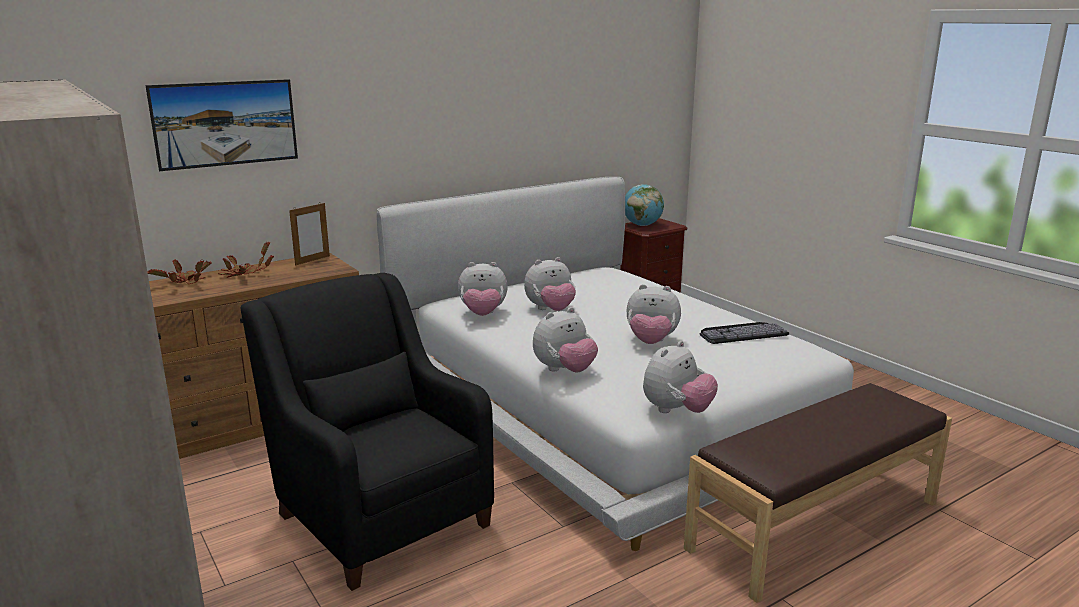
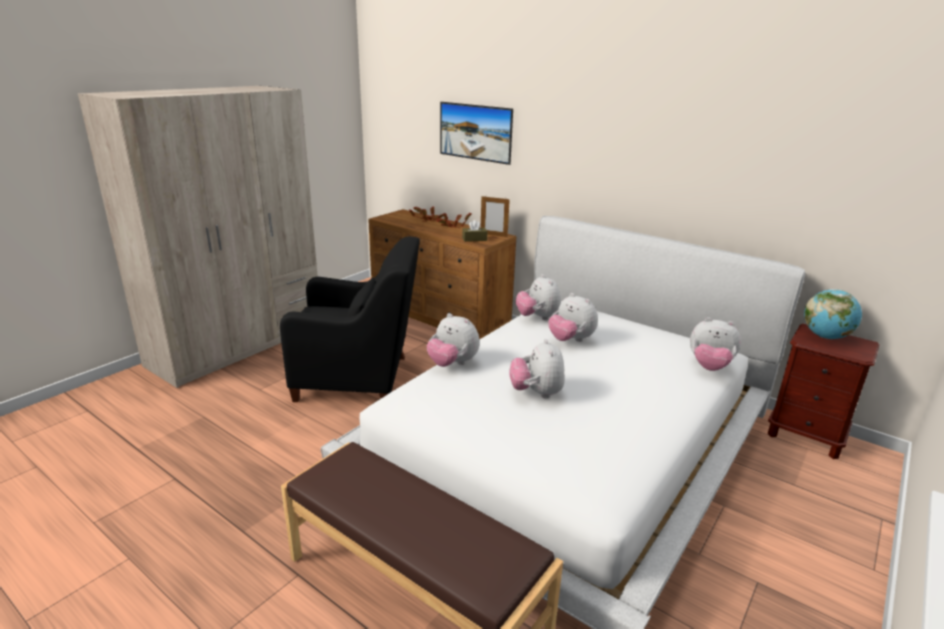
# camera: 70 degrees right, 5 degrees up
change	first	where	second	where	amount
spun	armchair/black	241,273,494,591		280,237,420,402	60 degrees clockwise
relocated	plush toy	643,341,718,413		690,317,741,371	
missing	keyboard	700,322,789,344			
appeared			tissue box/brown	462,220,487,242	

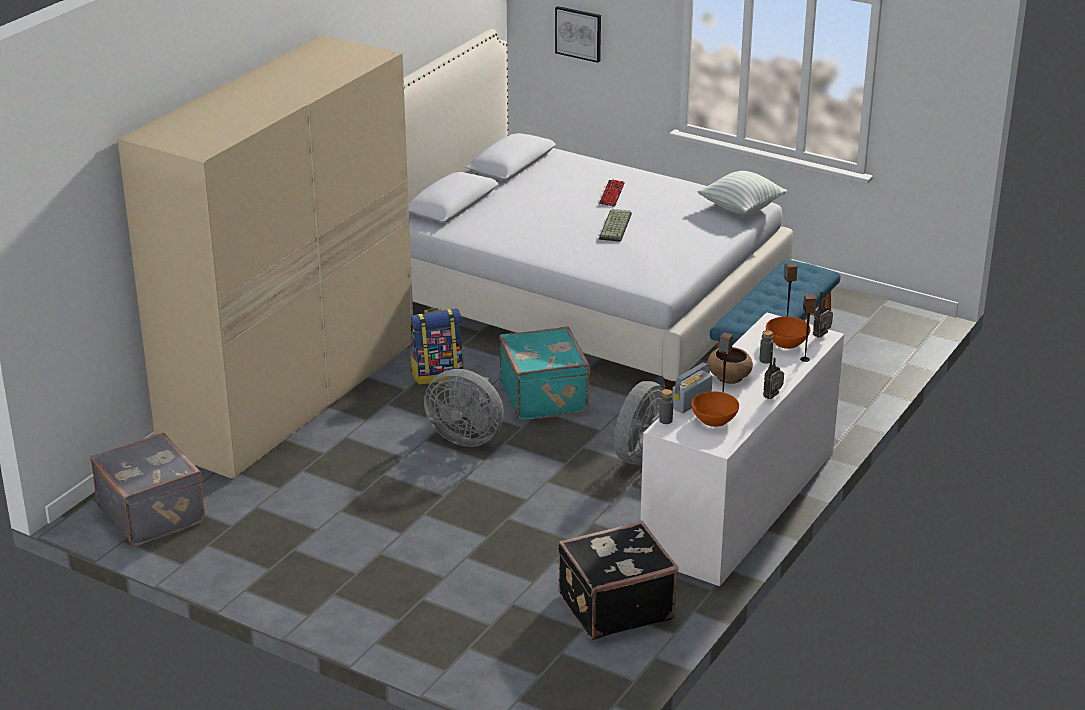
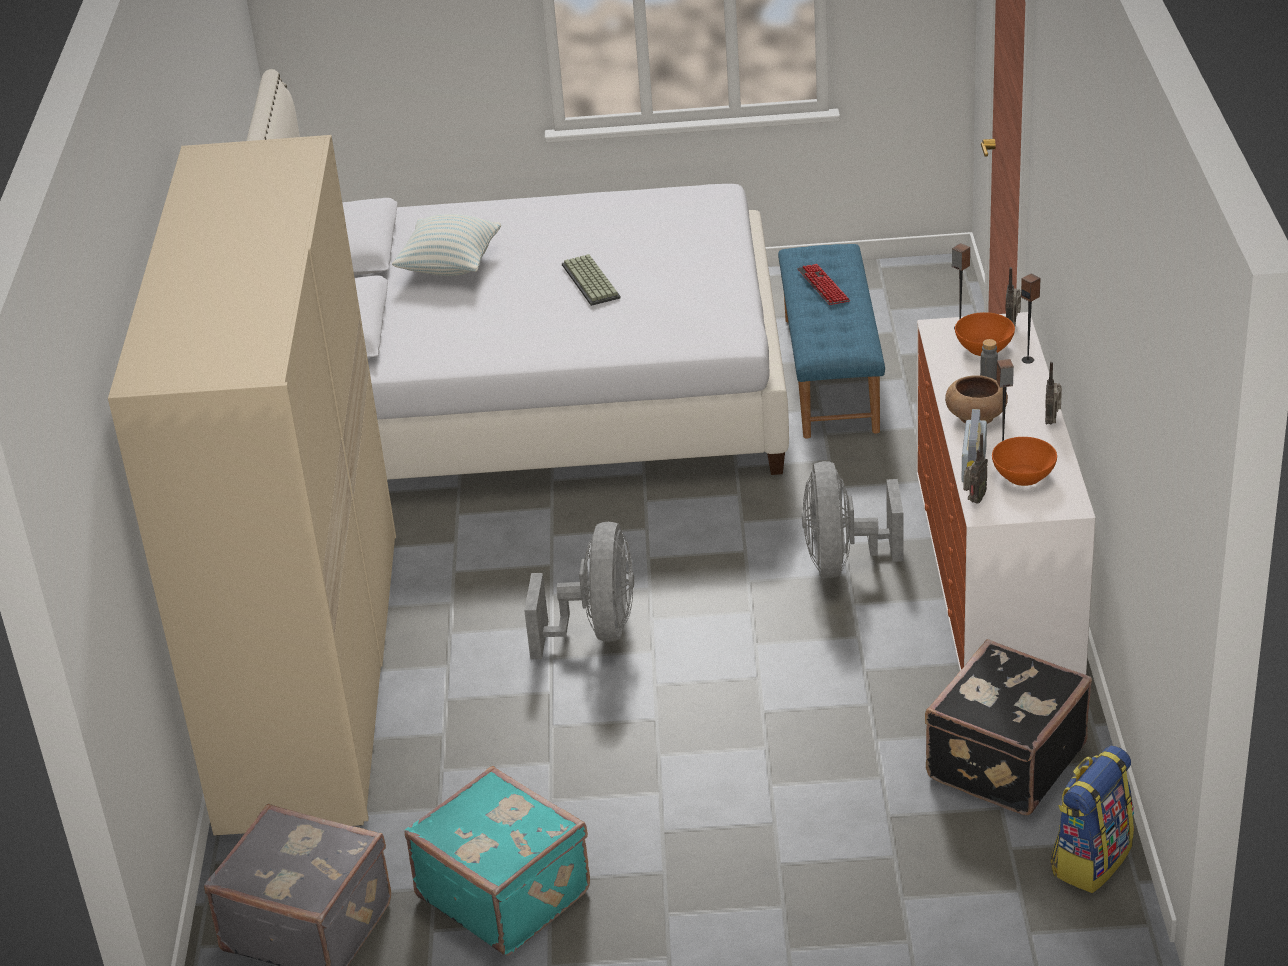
# camera: 30 degrees left, 5 degrees up
change	first	where	second	where	amount
relocated	backpack	410,308,463,385		1051,745,1134,893	
spun	fan/grey	424,369,504,447		524,522,634,659	75 degrees counterclockwise
relocated	suitcase/turquoise	499,326,590,420		404,766,590,956	
missing	picture	555,6,601,63			
relocated	keyboard	599,179,625,207		797,264,850,305	
exchanged	bottle/grey	659,389,673,424	radio	963,433,988,503	
relocated	pillow	697,171,787,215		392,214,501,276	

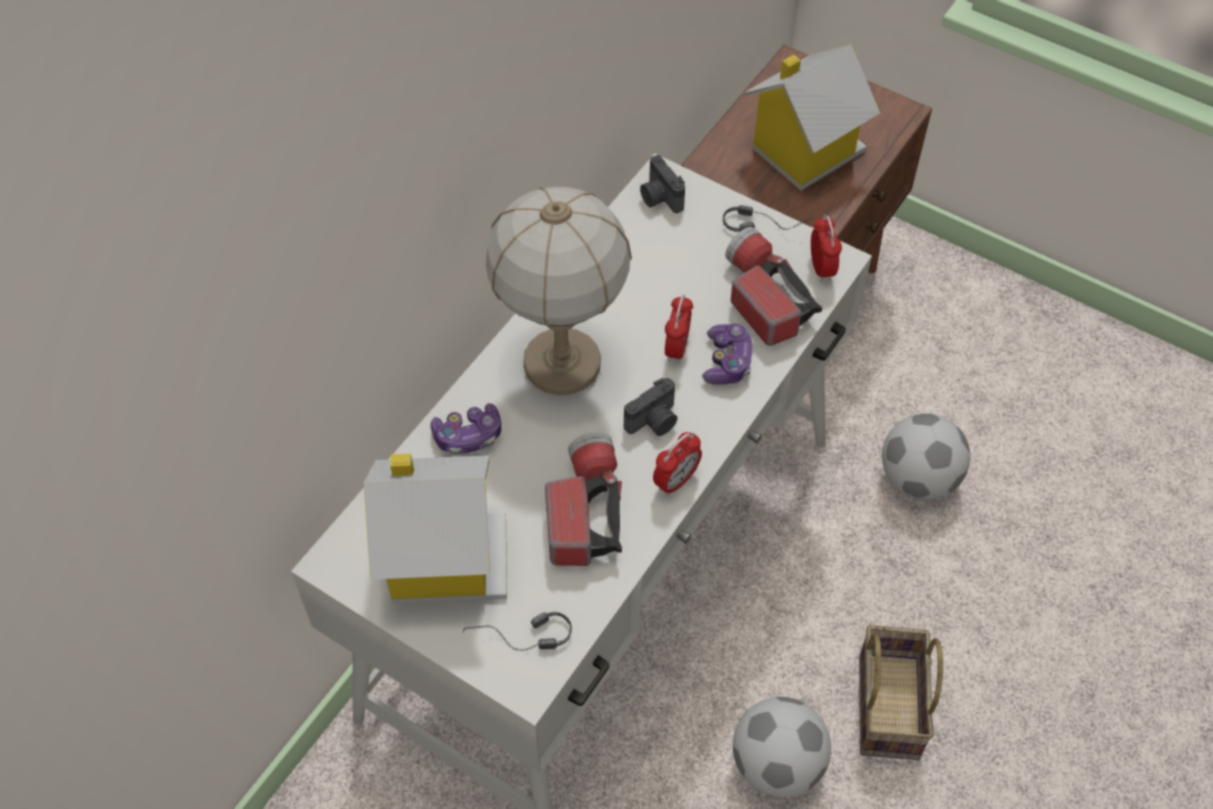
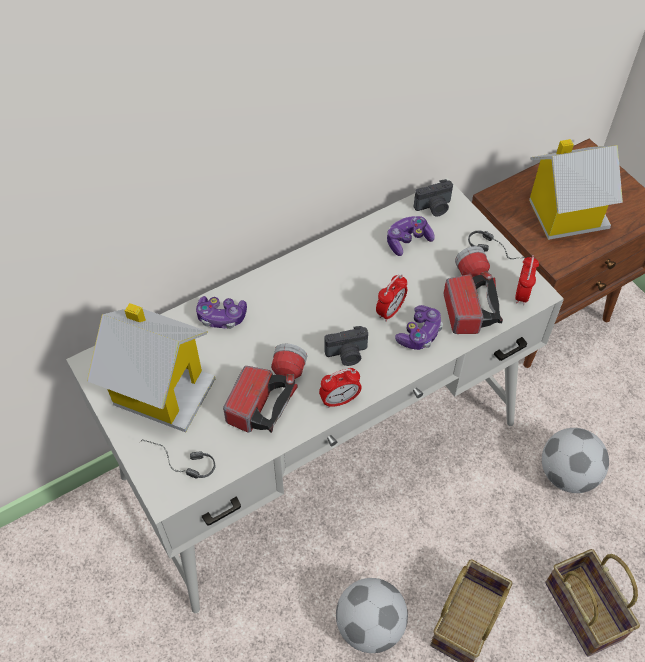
# camera: 25 degrees right, 0 degrees up
change	first	where	second	where	amount
missing	table lamp	486,187,632,395			
spun	photo camera	640,155,685,213		414,179,453,216	105 degrees counterclockwise
appeared			game controller	387,216,435,256	
appeared			basket	545,549,640,656	

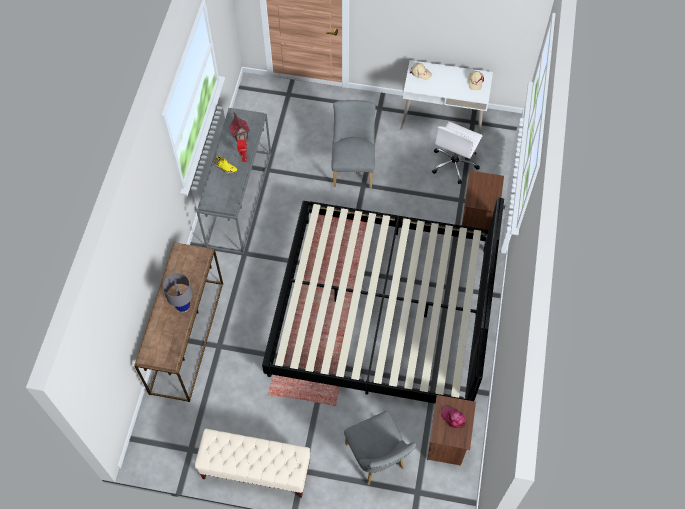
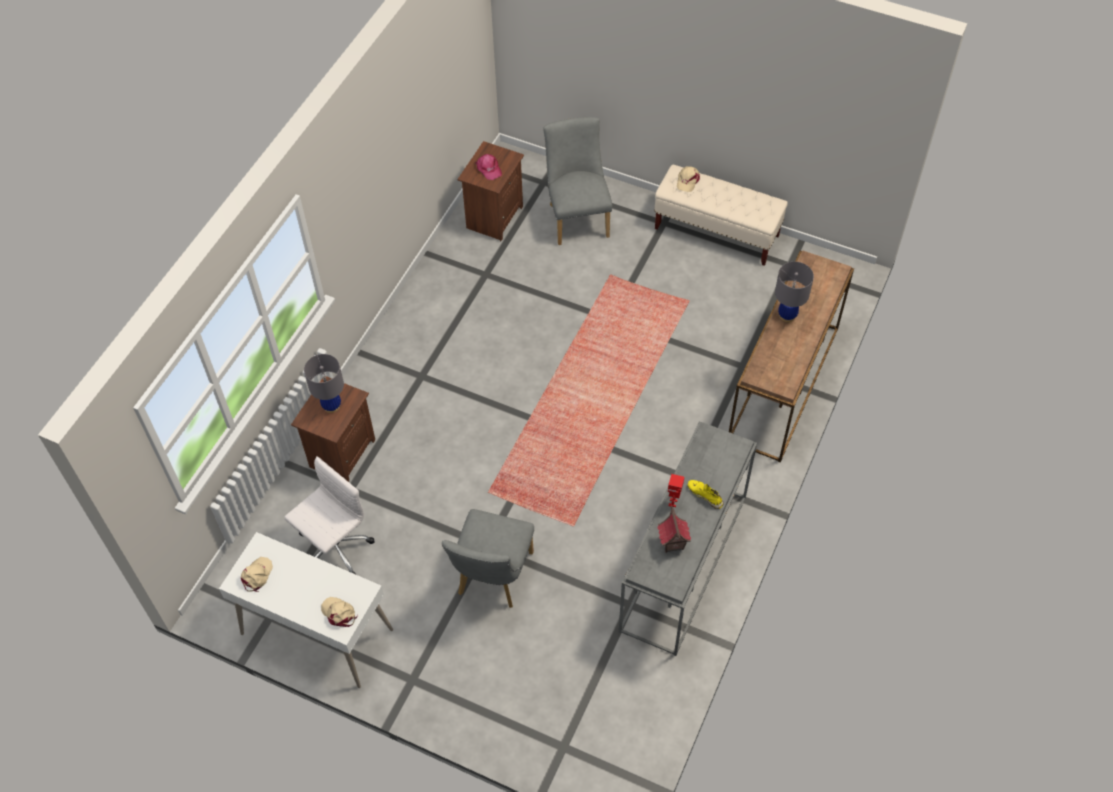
# camera: 165 degrees left, 5 degrees down
change	first	where	second	where	amount
missing	bed	262,198,504,403			
appeared			table lamp/grey	304,354,344,413	
appeared			cap/beige	677,166,700,192	

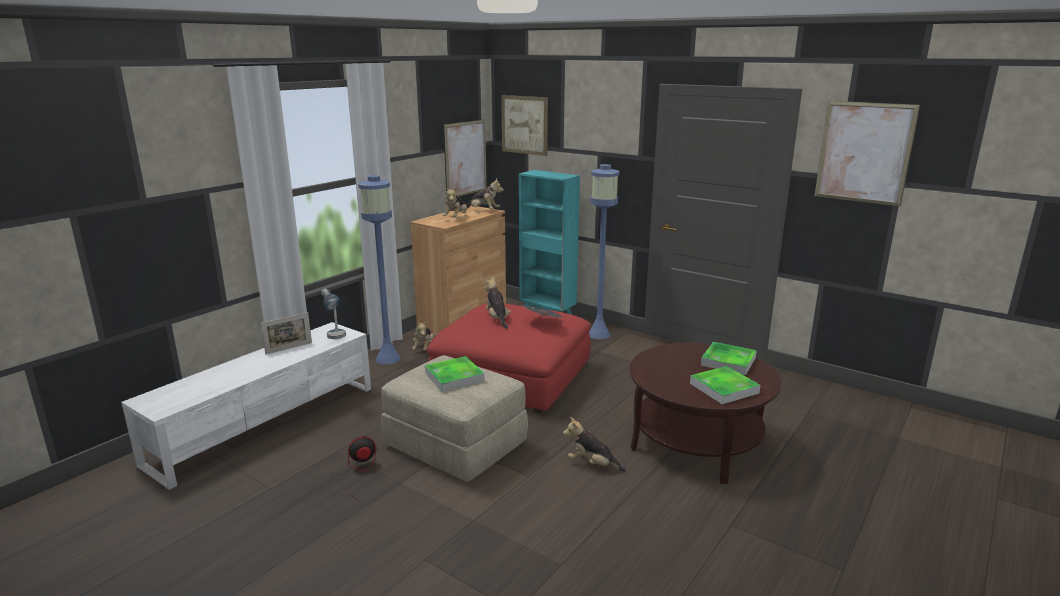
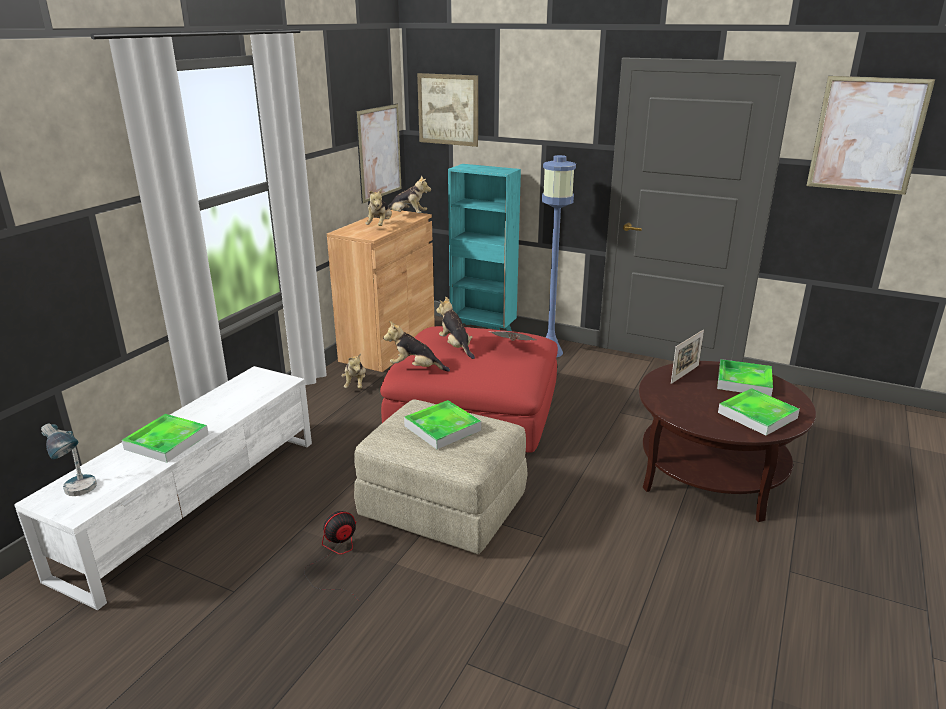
# camera: 10 degrees left, 5 degrees up
change	first	where	second	where	amount
relocated	picture frame	261,312,312,354		671,330,704,384	
relocated	table lamp	321,288,346,339		41,424,97,496	
missing	floor lamp/blue	358,175,401,365			
relocated	plush toy	563,417,626,472		383,321,450,372	
appeared			tray	122,414,209,463	

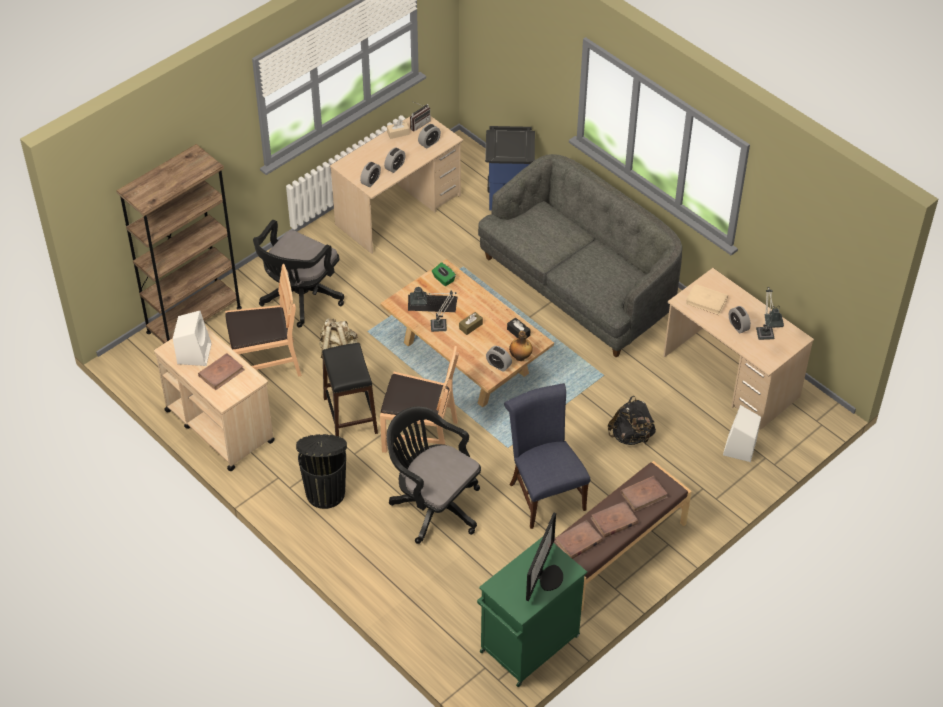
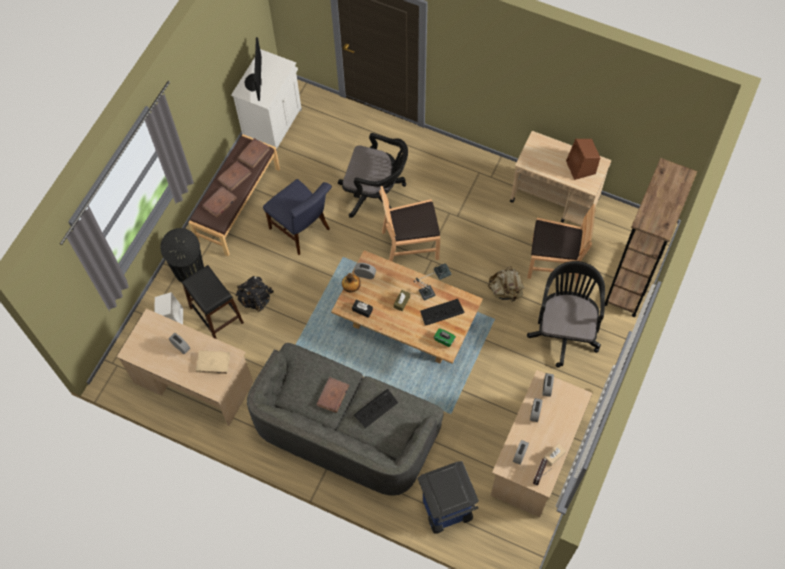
# camera: 160 degrees right, 15 degrees up
change	first	where	second	where	amount
colour	speaker/white	173,311,212,366	speaker/brown	566,139,600,180	
relocated	book/brown	198,353,245,390		316,377,349,413	
spun	chair/brown	225,264,302,376		527,204,596,283	135 degrees counterclockwise
relocated	trash can/black	296,434,347,509		160,228,204,283	
relocated	stool/black	322,343,378,436		182,265,244,339	
colour	cabinet/green	477,537,587,687	cabinet/white	231,49,302,150	
missing	table lamp	756,287,784,340			
appeared			keyboard	354,389,398,428	

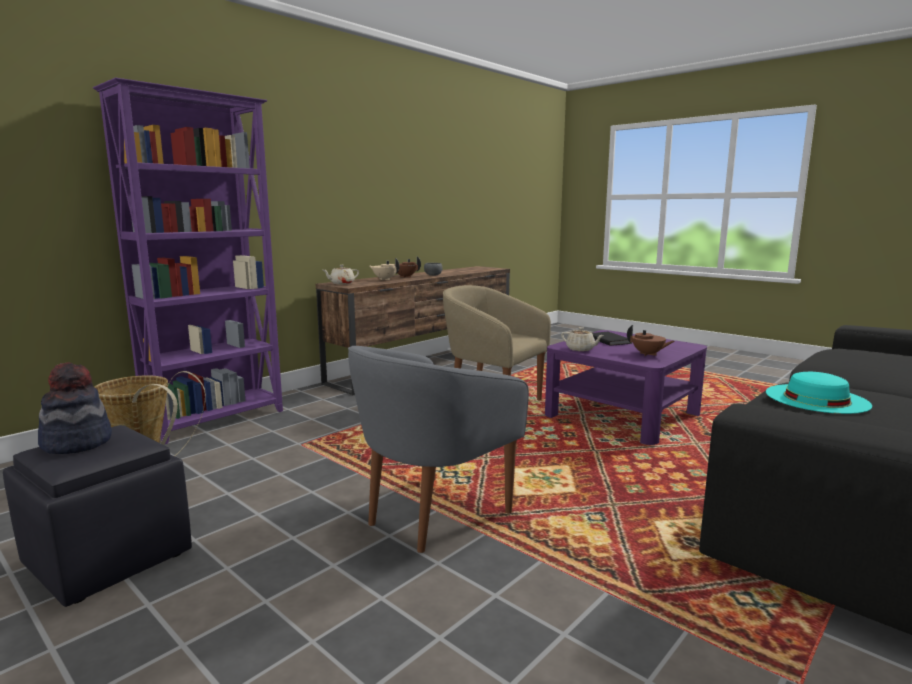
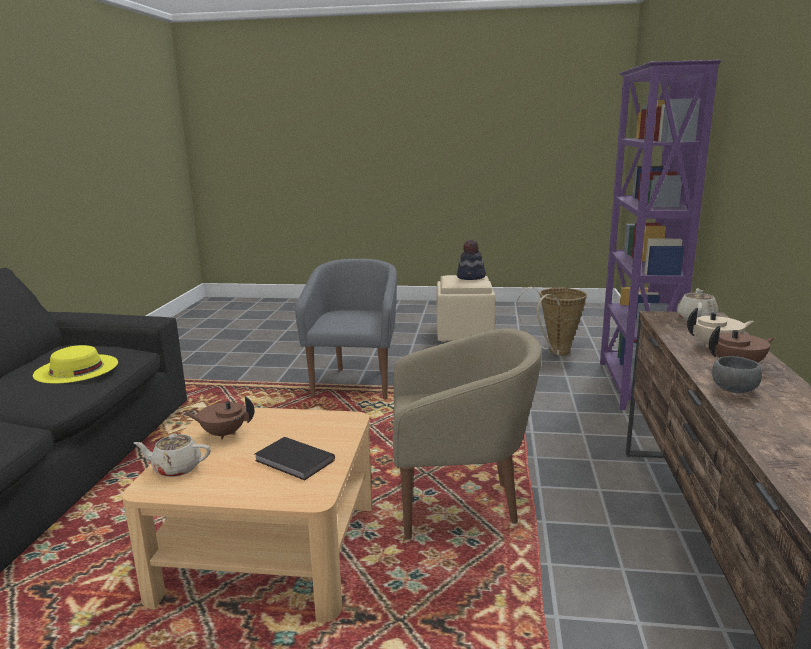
# camera: 145 degrees right, 5 degrees up
change	first	where	second	where	amount
colour	ottoman/black	3,425,192,607	ottoman/beige	436,275,496,342	
colour	coffee table/purple	545,330,707,445	coffee table/beige	122,407,372,623	
relocated	teapot/beige	561,327,604,351		134,434,211,477	
colour	hat/turquoise	766,372,872,414	hat/yellow	33,345,118,384	

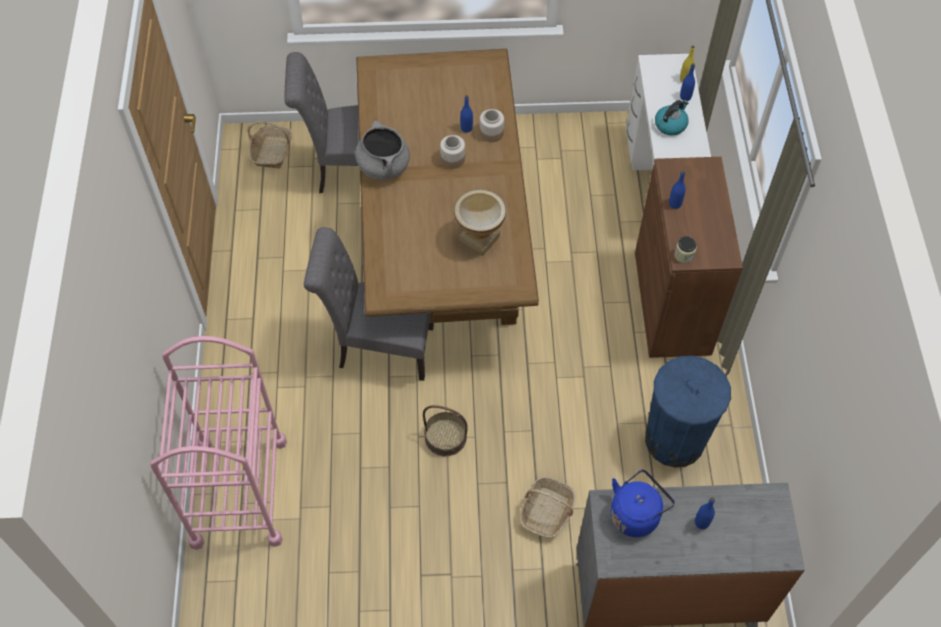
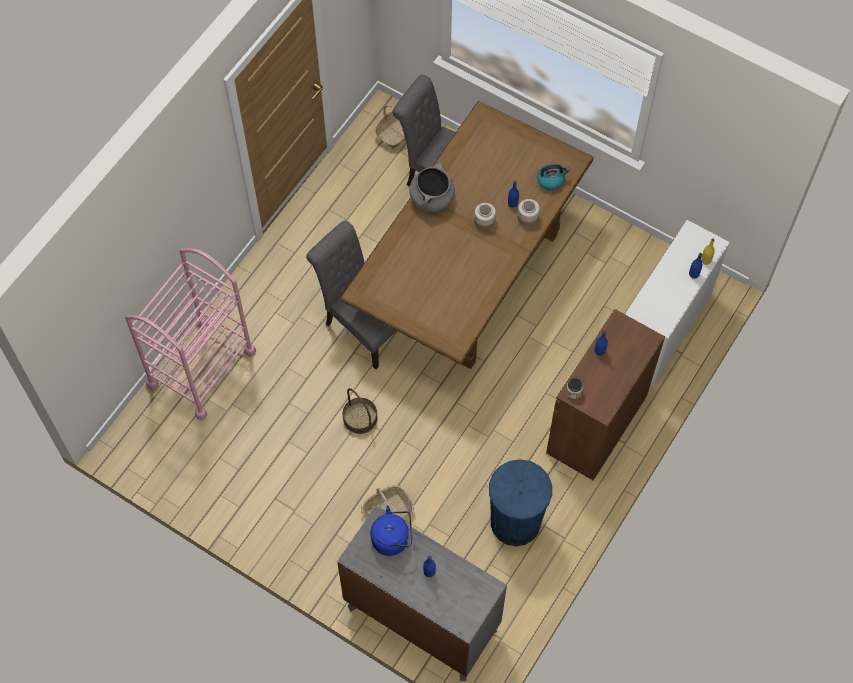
# camera: 35 degrees right, 5 degrees up
change	first	where	second	where	amount
missing	vase	454,189,506,256			
relocated	kettle	655,100,689,135		537,164,570,191	

